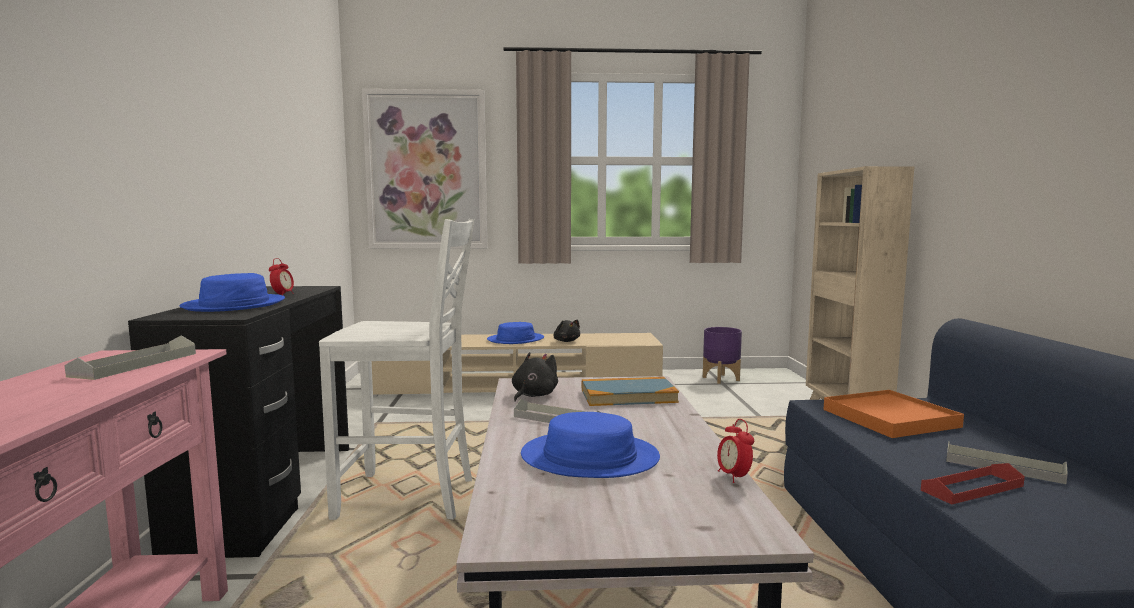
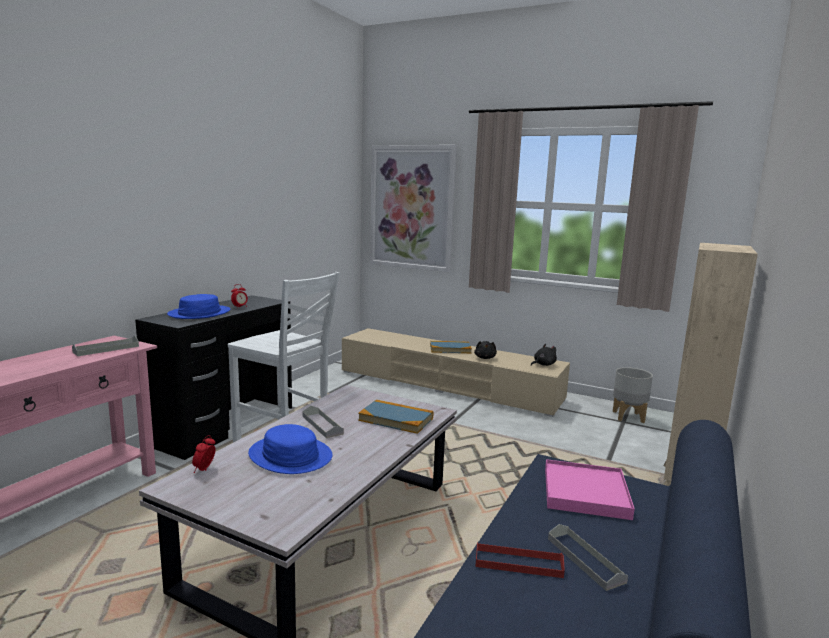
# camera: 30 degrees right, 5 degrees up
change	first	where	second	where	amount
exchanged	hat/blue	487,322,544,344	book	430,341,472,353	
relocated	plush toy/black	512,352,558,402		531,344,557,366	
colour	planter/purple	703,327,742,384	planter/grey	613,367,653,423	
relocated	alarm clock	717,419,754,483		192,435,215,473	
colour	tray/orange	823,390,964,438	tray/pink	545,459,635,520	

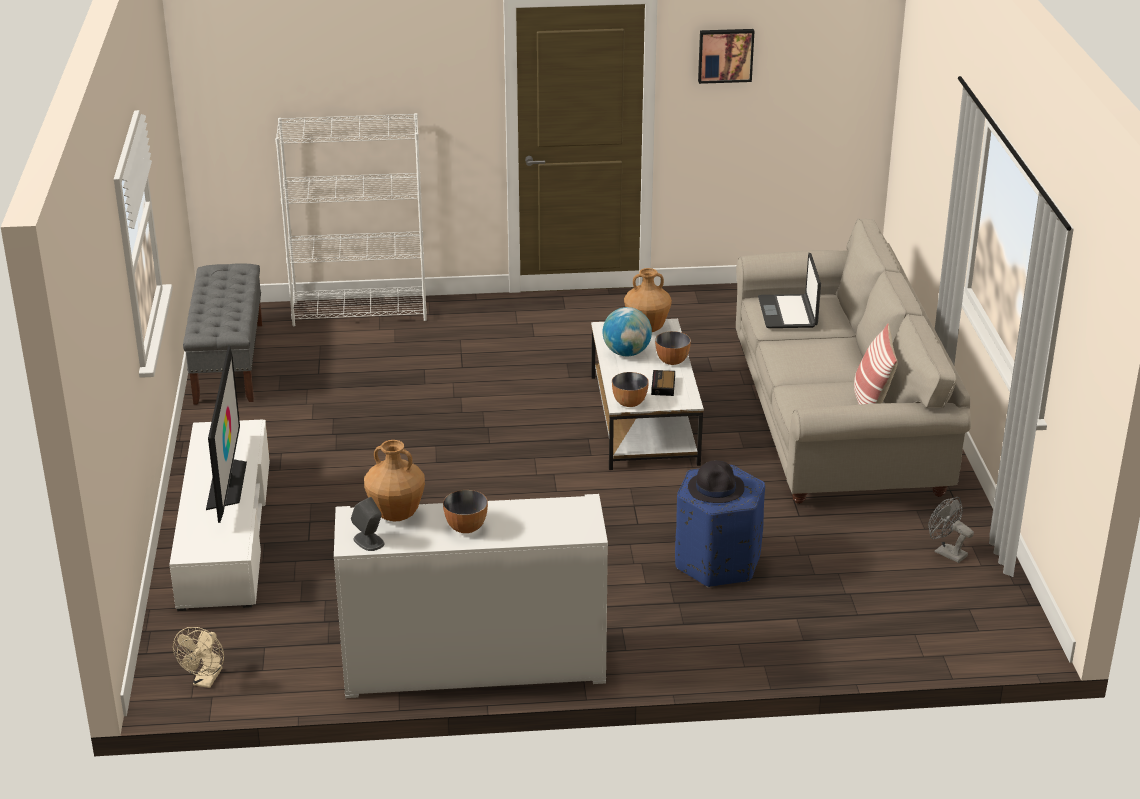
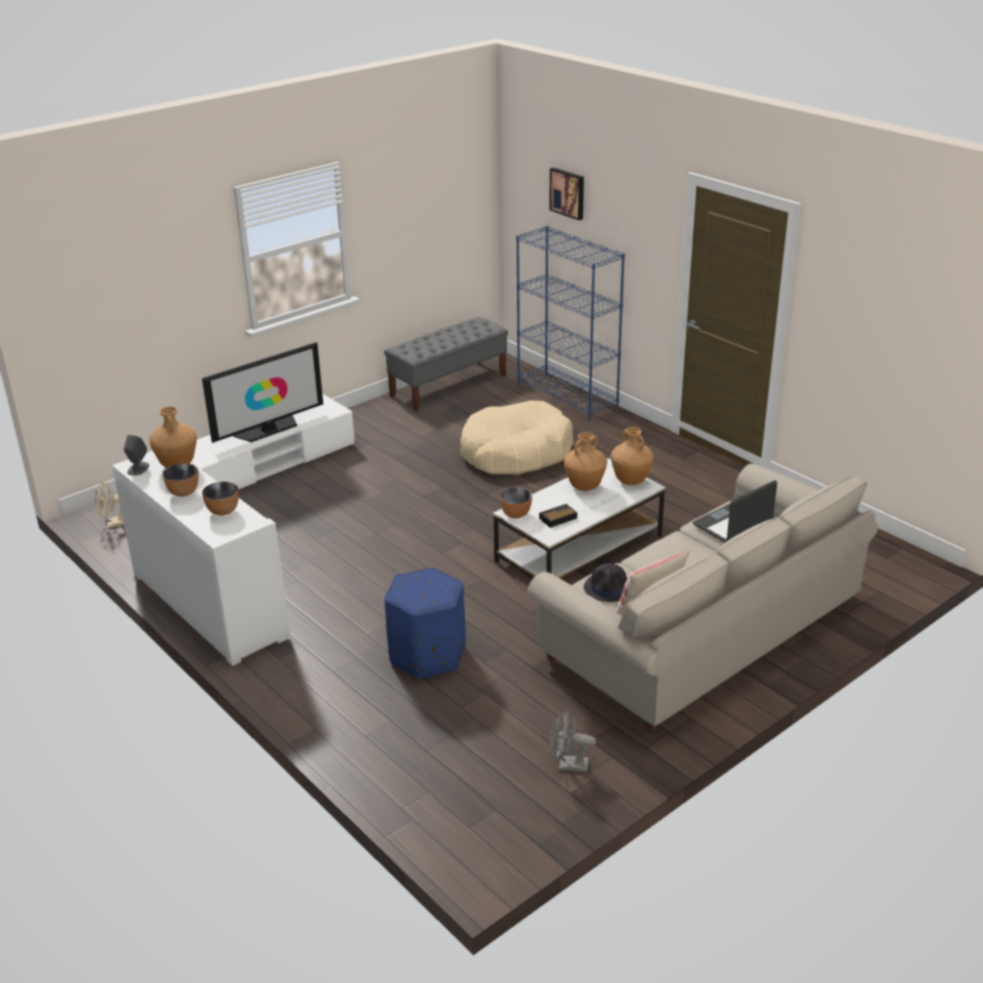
# camera: 55 degrees right, 0 degrees up
change	first	where	second	where	amount
colour	bookcase/white	275,113,427,326	bookcase/blue	516,226,625,420	
exchanged	globe	603,307,652,356	vase/brown	564,432,607,491	
relocated	bowl	655,331,691,365		202,481,239,516	
relocated	hat/black	688,460,745,503		584,563,627,602	
relocated	picture	698,29,754,84		549,167,584,220	
spun	fan/grey	928,497,974,563		550,710,596,772	90 degrees counterclockwise
appeared			dog bed/beige	460,400,573,475	

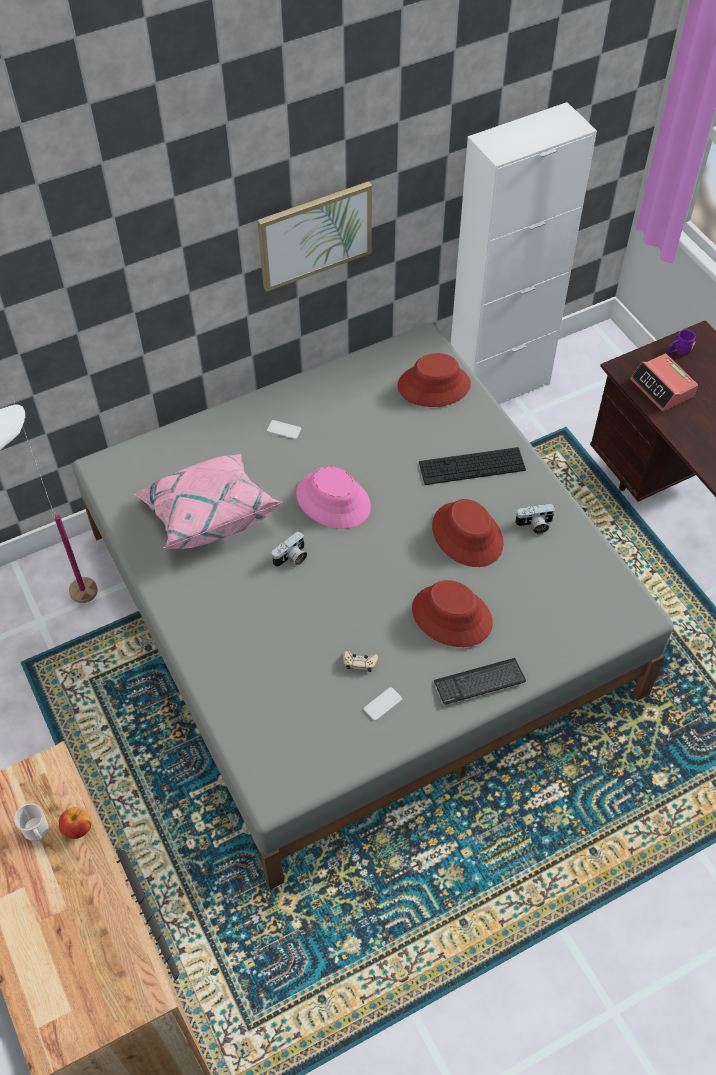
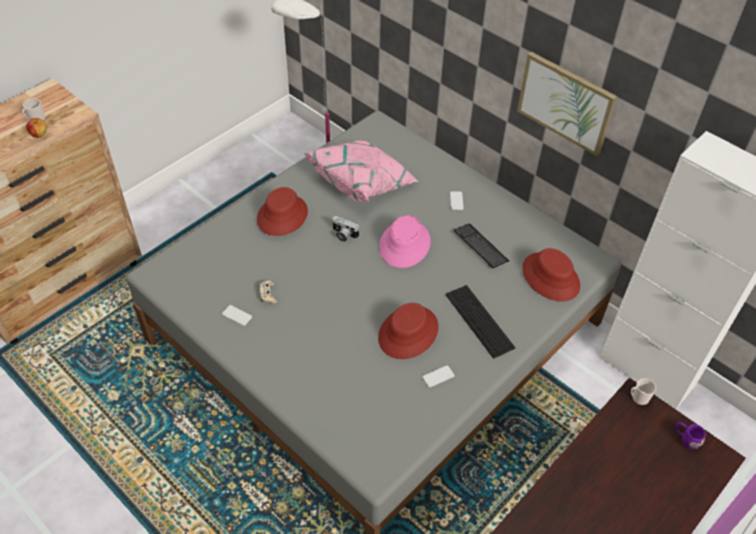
# camera: 70 degrees right, 5 degrees down
change	first	where	second	where	amount
relocated	hat/red	412,580,493,647		257,187,308,236	
relocated	keyboard	433,658,526,705		454,224,509,269	
exchanged	photo camera	515,503,555,534	phone	423,365,454,387	
missing	alarm clock	630,353,698,412			
appeared			mug	631,378,656,405	

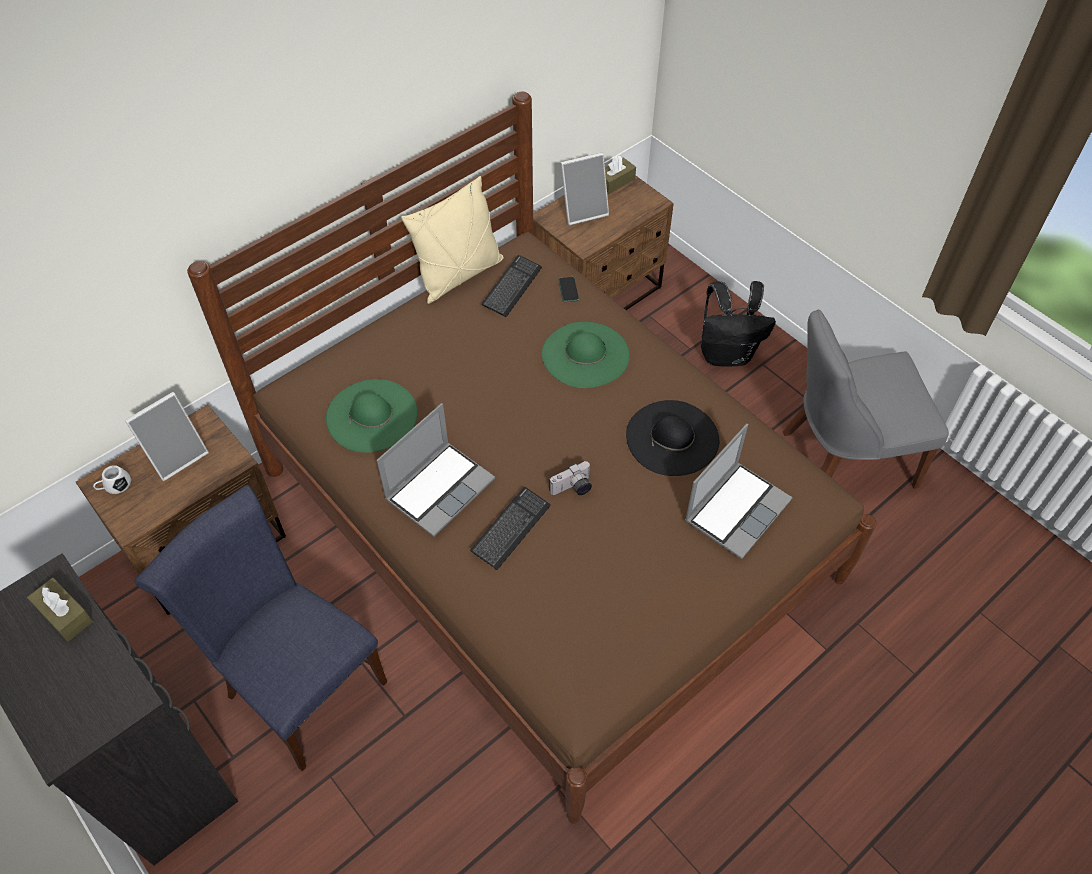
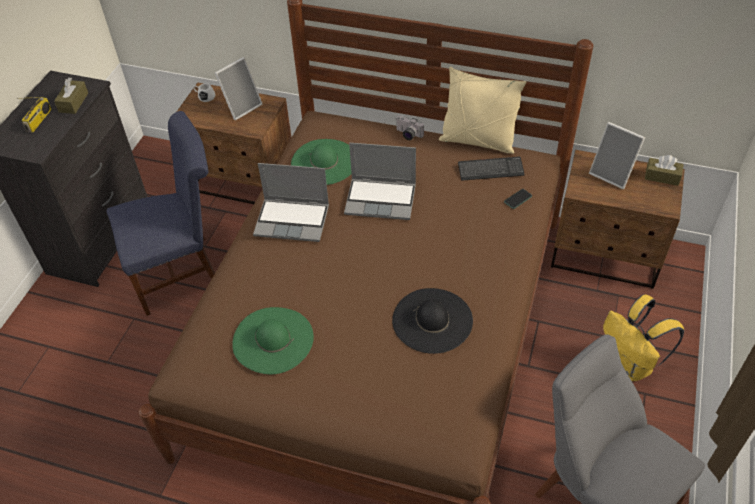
# camera: 60 degrees right, 5 degrees down
change	first	where	second	where	amount
spun	picture frame	125,392,209,481		215,57,263,120	60 degrees counterclockwise
spun	chair/blue	135,485,387,771		106,111,215,316	60 degrees clockwise
missing	keyboard	470,487,551,570			
relocated	hat/green	542,322,630,388		232,307,314,374	
relocated	photo camera	549,461,592,495		396,116,424,140	
relocated	laptop	685,424,793,559		344,143,416,220	
colour	backpack/black	701,281,776,366	backpack/yellow	603,295,684,381	
appeared			radio	17,97,52,133	

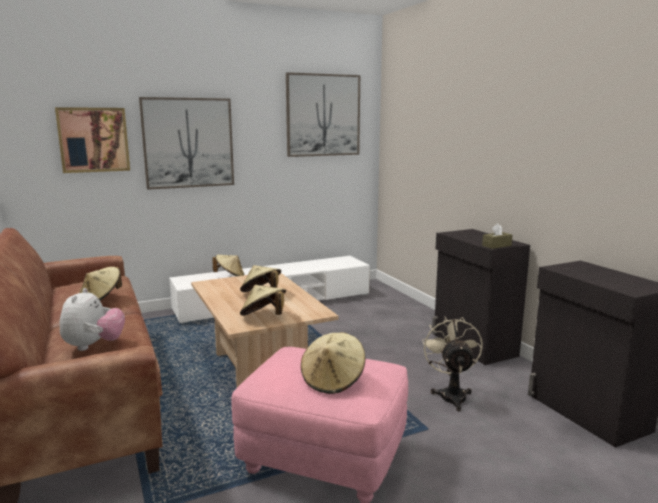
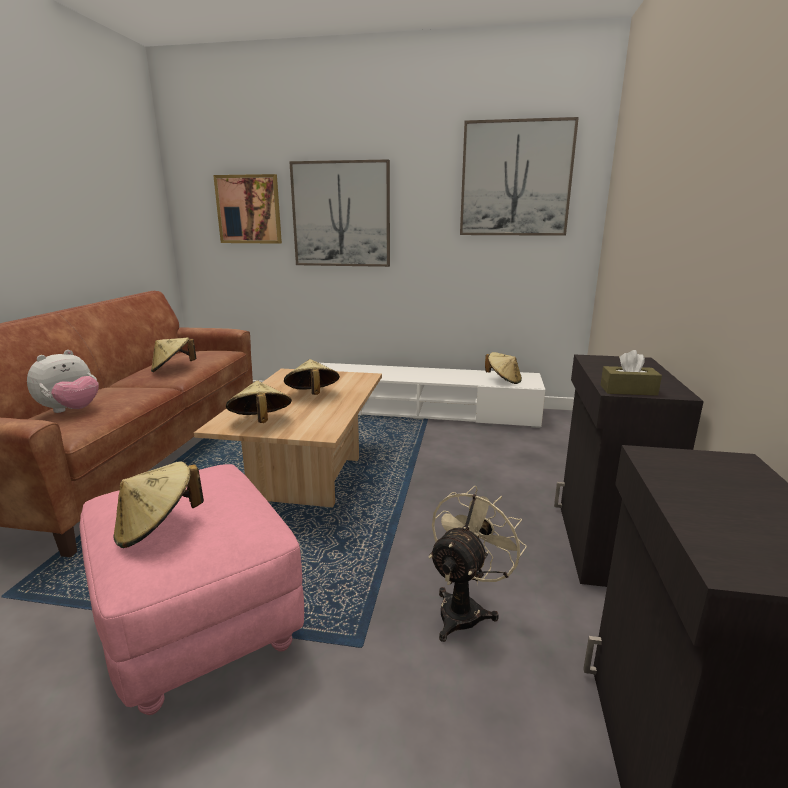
# camera: 35 degrees right, 5 degrees up
change	first	where	second	where	amount
relocated	hat/beige	213,255,244,276		485,352,522,384	

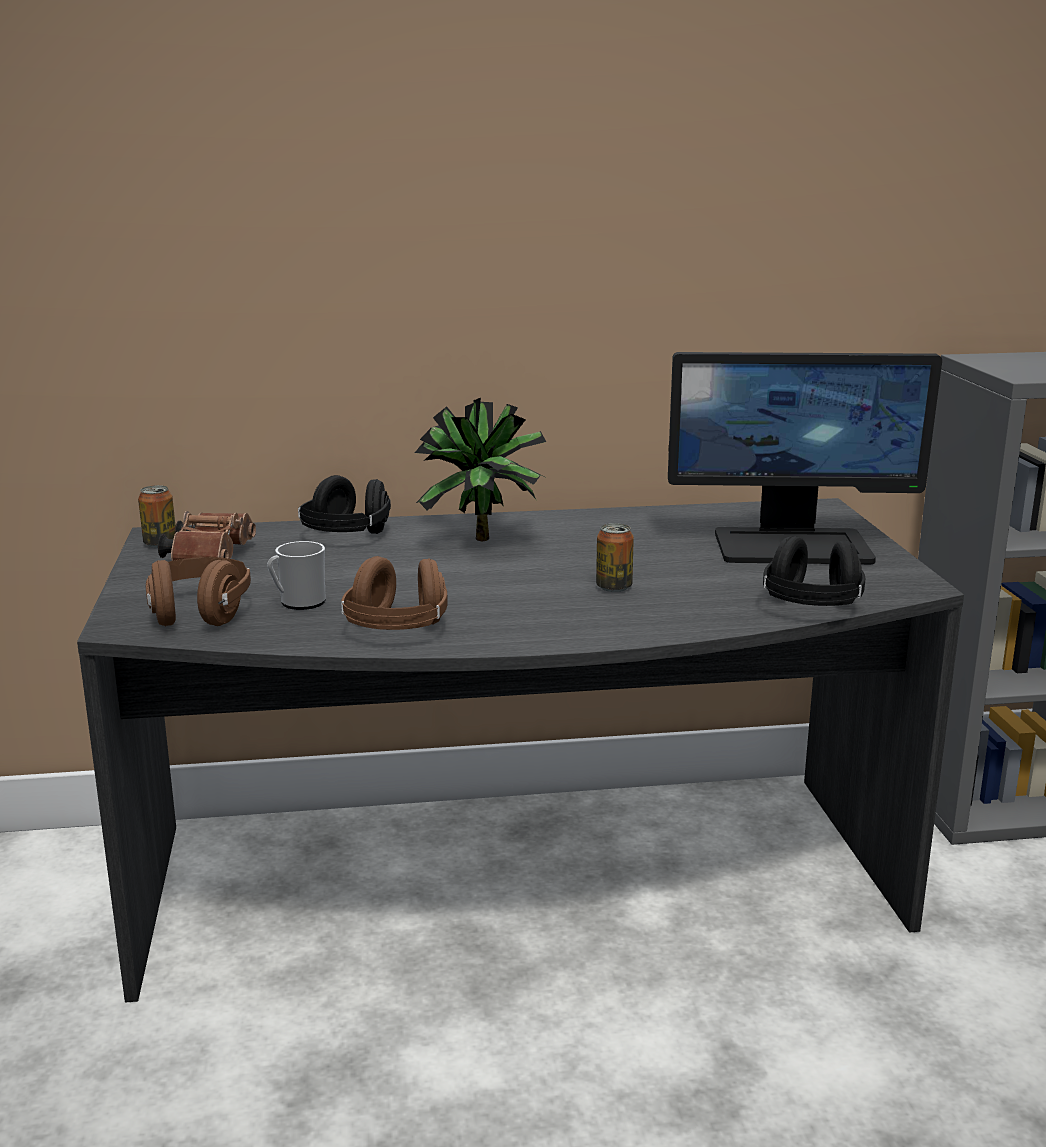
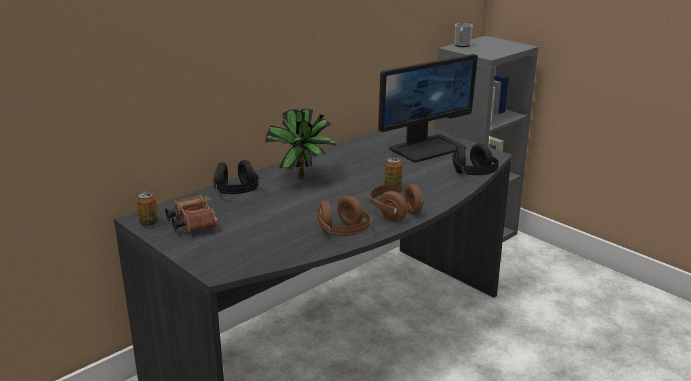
# camera: 35 degrees left, 5 degrees up
change	first	where	second	where	amount
relocated	headphones/brown	146,557,251,626		369,184,425,222	
relocated	mug	267,541,326,610		454,23,473,47	

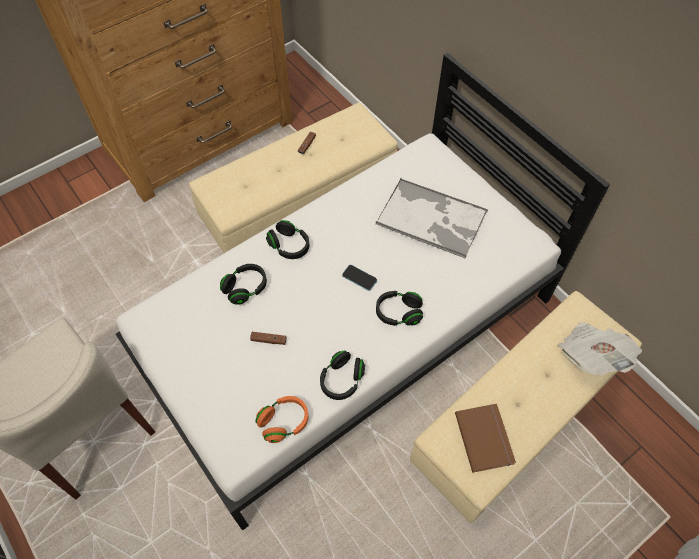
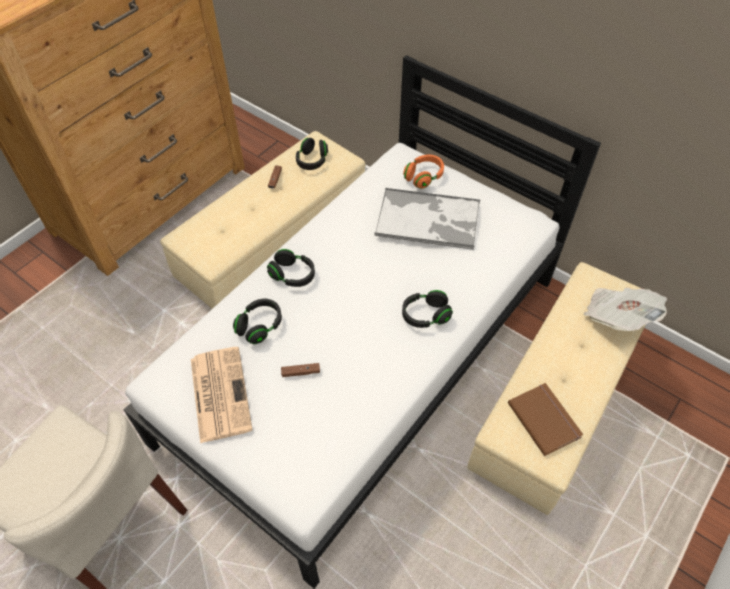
# camera: 15 degrees left, 5 degrees down
change	first	where	second	where	amount
relocated	headphones/orange	255,396,308,443		403,155,444,189	
relocated	headphones/black	320,351,365,400		296,138,328,170	
missing	phone	342,265,377,291			
appeared			newspaper	191,347,252,443	

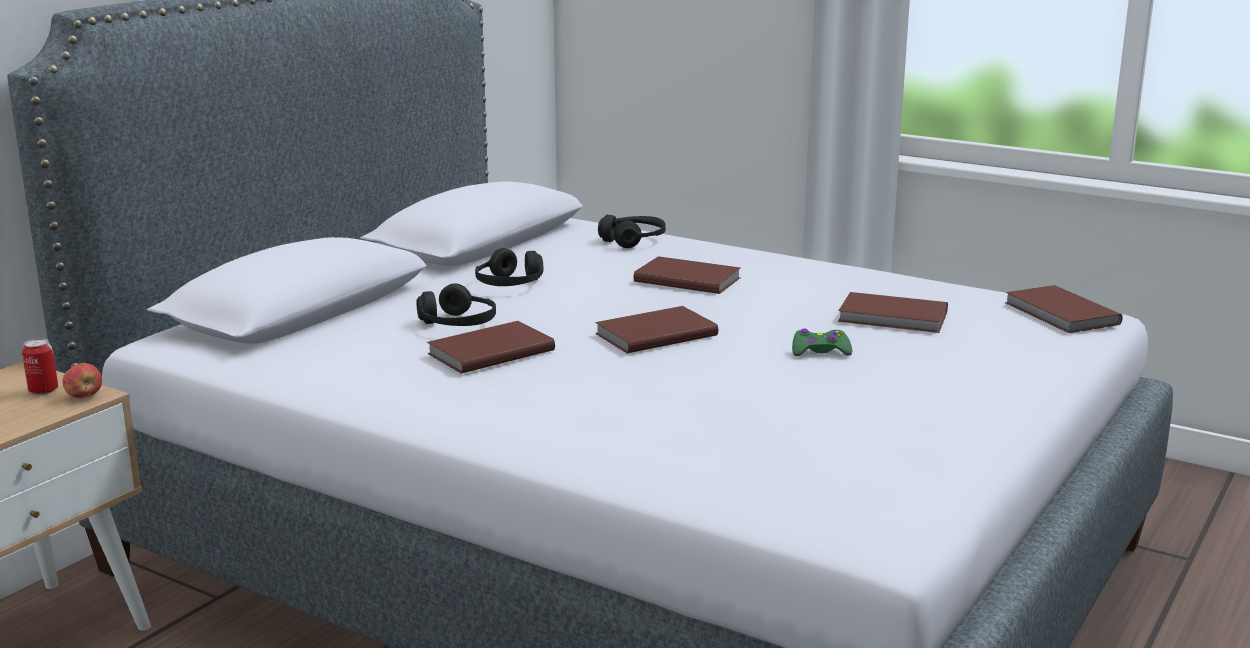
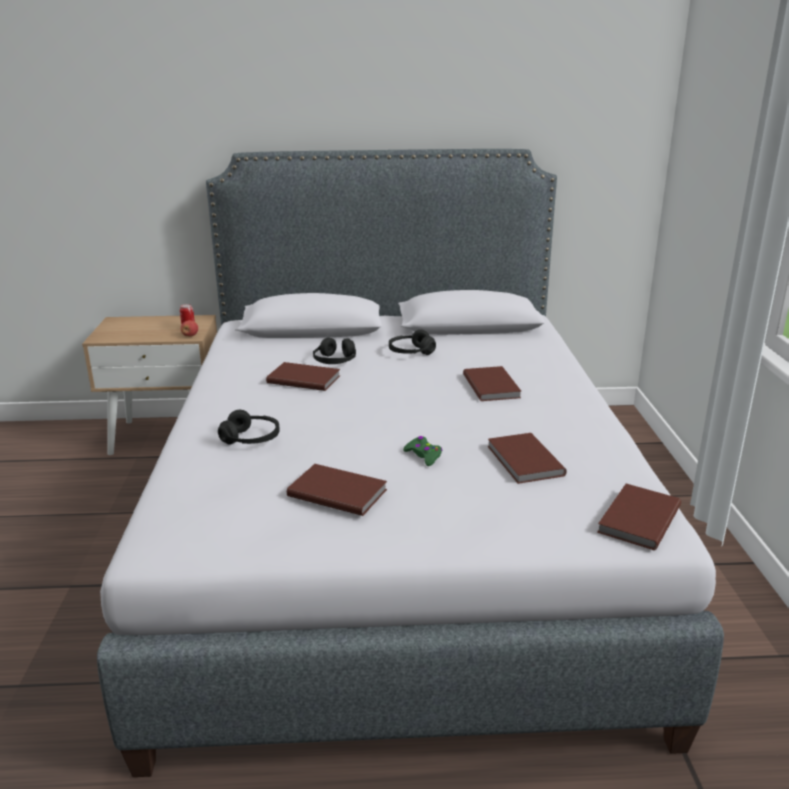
# camera: 55 degrees right, 5 degrees up
change	first	where	second	where	amount
relocated	book/brown	595,306,718,353		287,464,387,516	
relocated	headphones/black	598,215,665,248		218,410,280,445	

